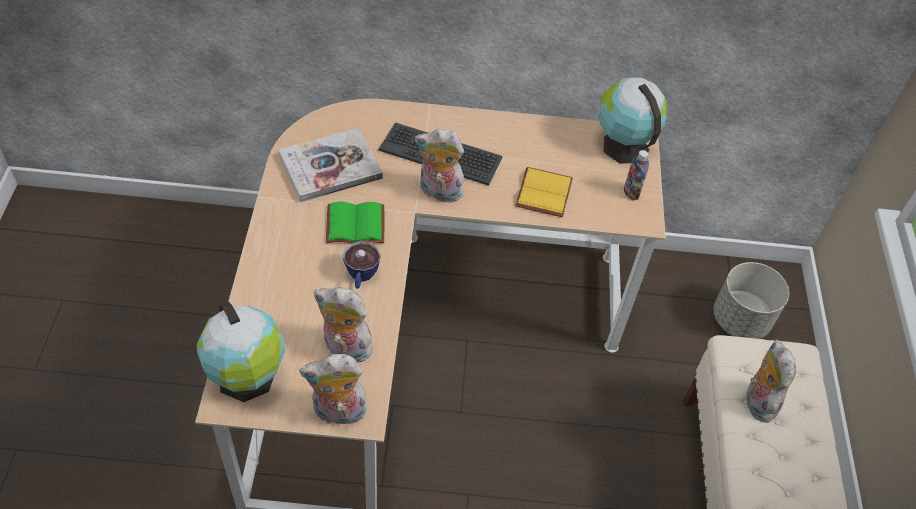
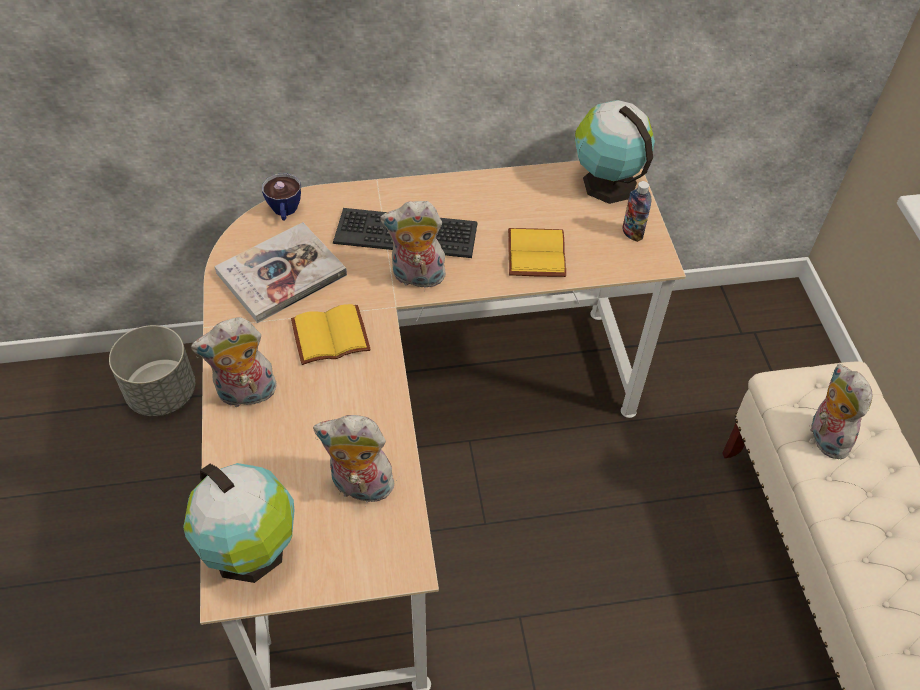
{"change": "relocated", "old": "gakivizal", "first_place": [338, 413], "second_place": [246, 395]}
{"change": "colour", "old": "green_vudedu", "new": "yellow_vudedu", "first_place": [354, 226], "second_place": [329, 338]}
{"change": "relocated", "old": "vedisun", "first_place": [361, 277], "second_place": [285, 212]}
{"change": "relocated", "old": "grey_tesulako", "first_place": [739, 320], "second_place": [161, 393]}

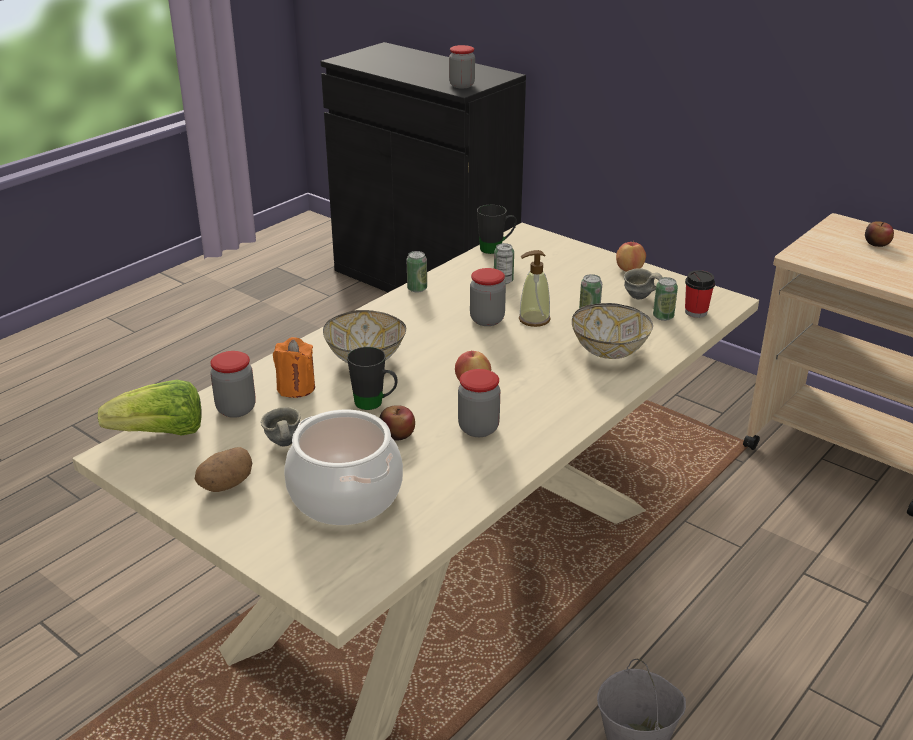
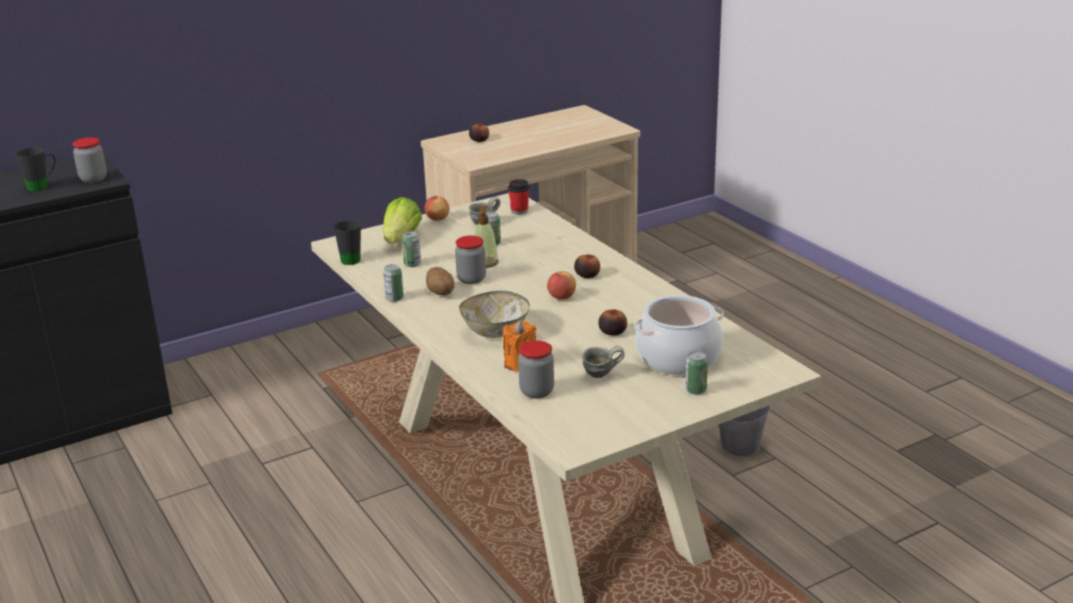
{"change": "relocated", "old": "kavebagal", "first_place": [161, 434], "second_place": [401, 238]}
{"change": "relocated", "old": "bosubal", "first_place": [225, 485], "second_place": [441, 293]}
{"change": "relocated", "old": "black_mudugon", "first_place": [375, 404], "second_place": [42, 186]}
{"change": "missing", "old": "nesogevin", "first_place": [478, 428]}
{"change": "missing", "old": "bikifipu", "first_place": [609, 350]}
{"change": "relocated", "old": "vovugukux", "first_place": [663, 316], "second_place": [695, 390]}
{"change": "appeared", "new": "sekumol", "second_place": [587, 275]}

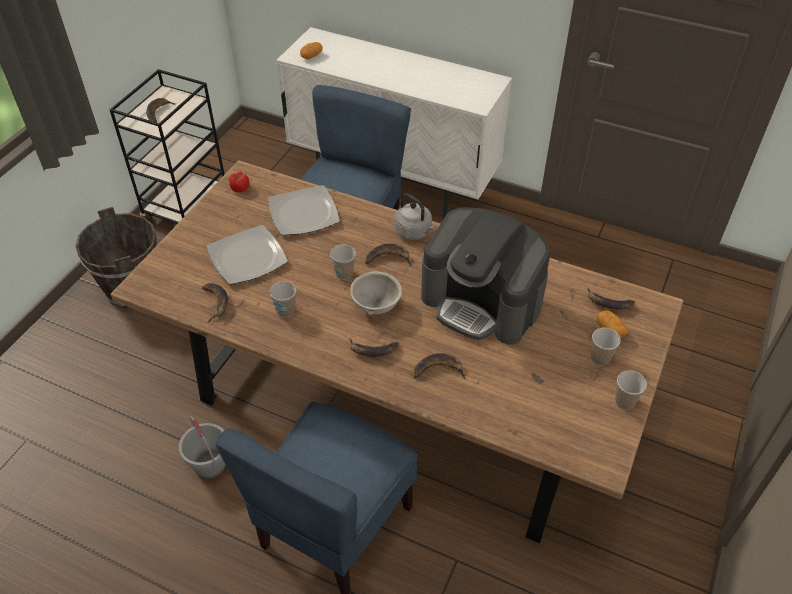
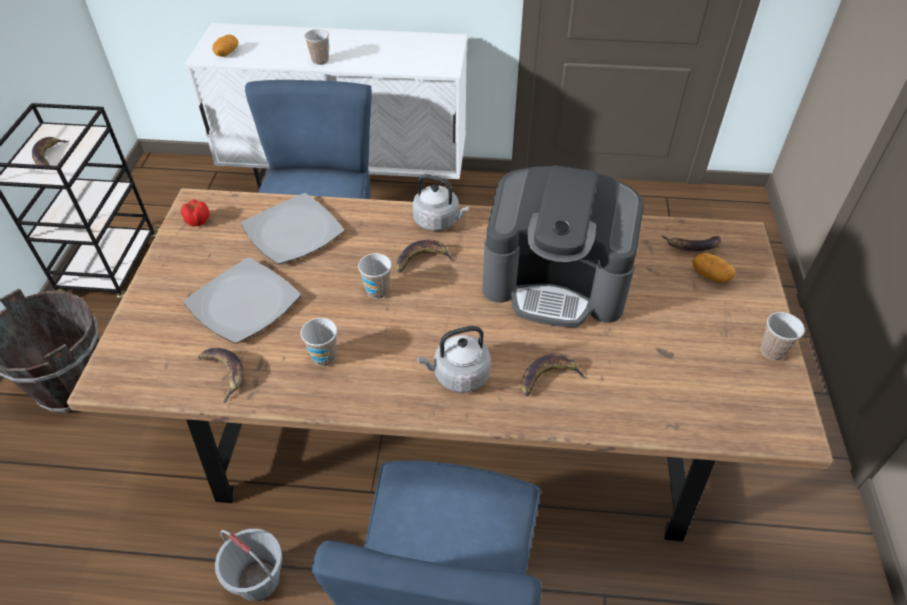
{"change": "exchanged", "old": "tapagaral", "new": "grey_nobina", "first_place": [373, 350], "second_place": [458, 376]}
{"change": "missing", "old": "grey_bikifipu", "first_place": [377, 306]}
{"change": "relocated", "old": "vedisun", "first_place": [600, 358], "second_place": [320, 61]}

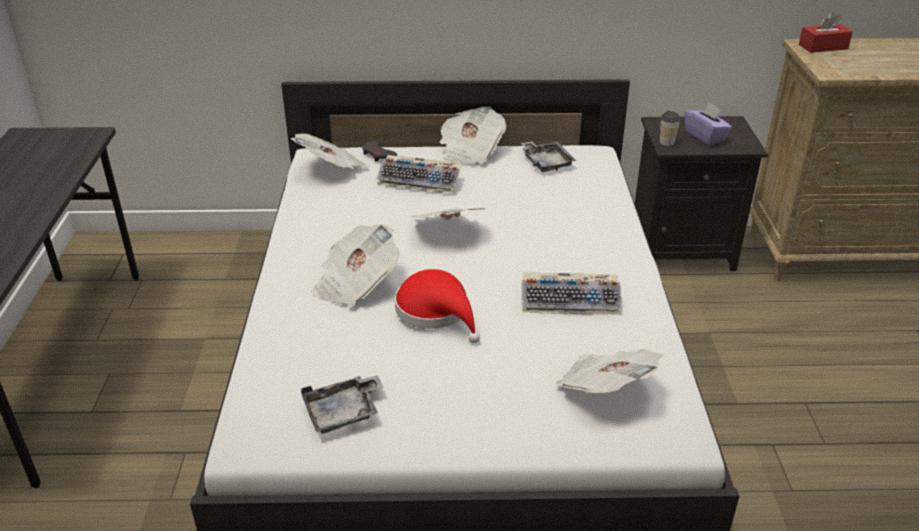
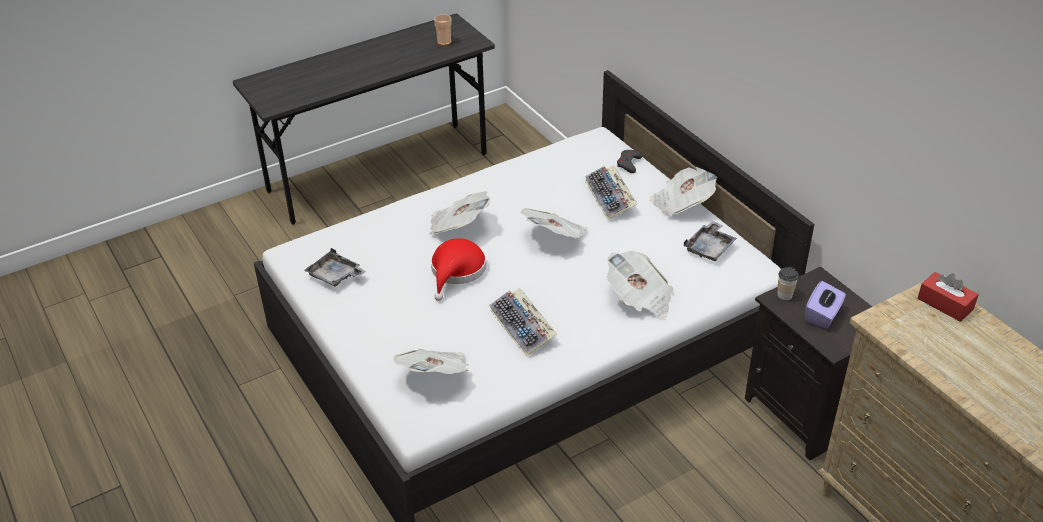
{"change": "relocated", "old": "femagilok", "first_place": [332, 169], "second_place": [640, 298]}
{"change": "appeared", "new": "vedisun", "second_place": [444, 42]}

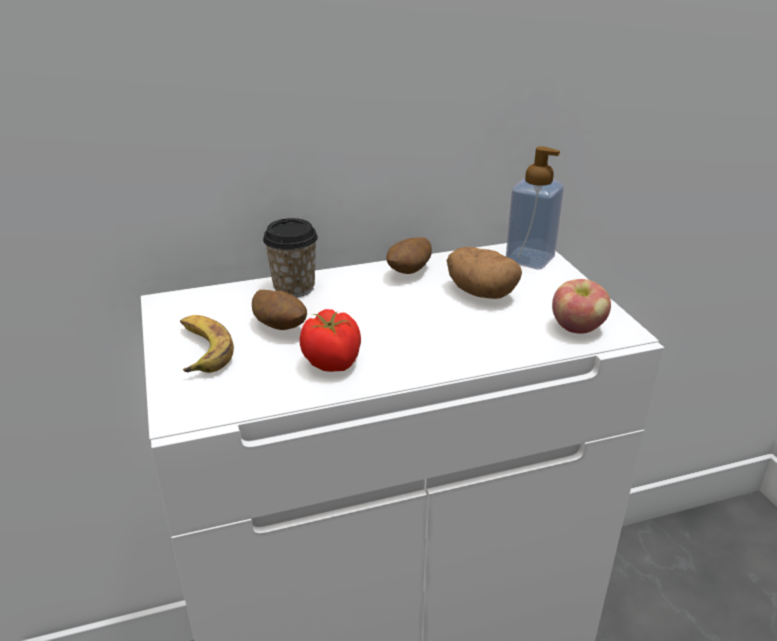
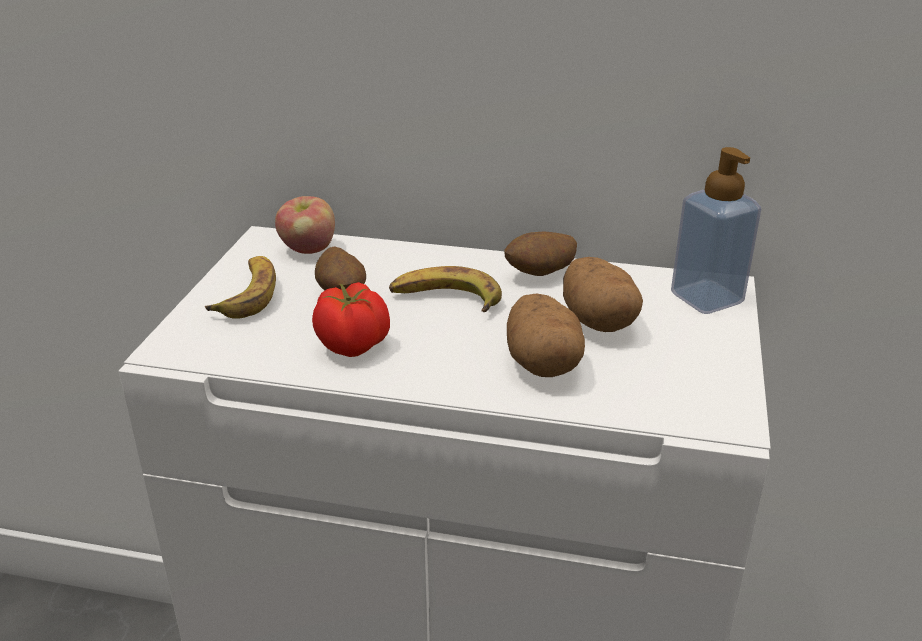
{"change": "missing", "old": "vedisun", "first_place": [294, 288]}
{"change": "relocated", "old": "sekumol", "first_place": [577, 328], "second_place": [308, 249]}
{"change": "appeared", "new": "tapagaral", "second_place": [445, 299]}
{"change": "appeared", "new": "bosubal", "second_place": [542, 363]}

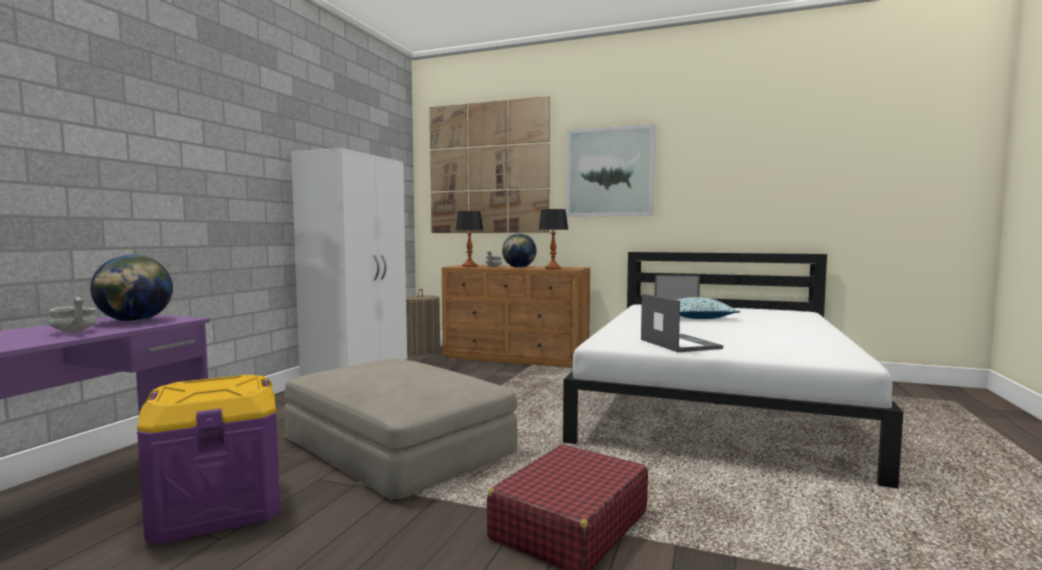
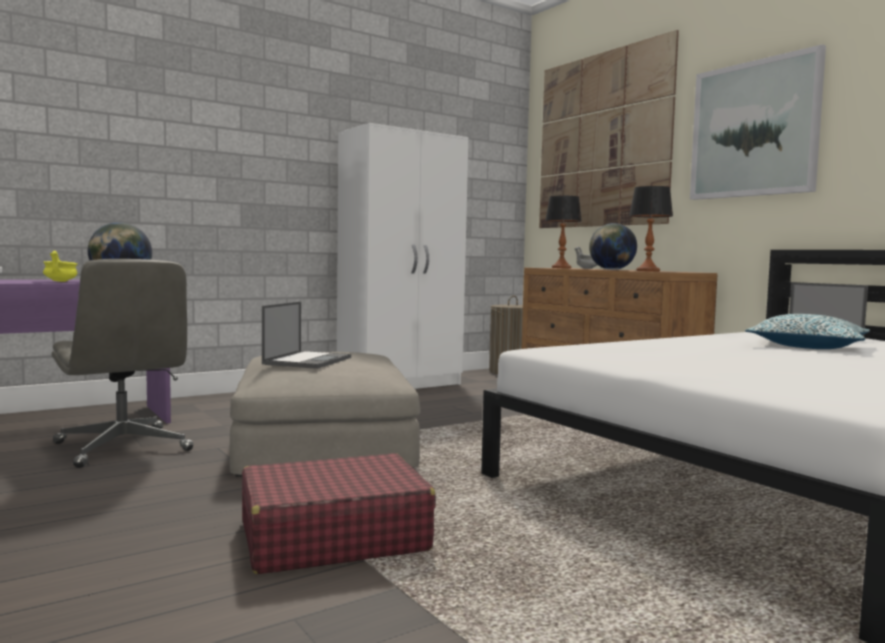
{"change": "colour", "old": "grey_bikifipu", "new": "yellow_bikifipu", "first_place": [75, 332], "second_place": [61, 281]}
{"change": "exchanged", "old": "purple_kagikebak", "new": "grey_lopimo", "first_place": [217, 507], "second_place": [123, 447]}
{"change": "relocated", "old": "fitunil", "first_place": [679, 344], "second_place": [308, 361]}

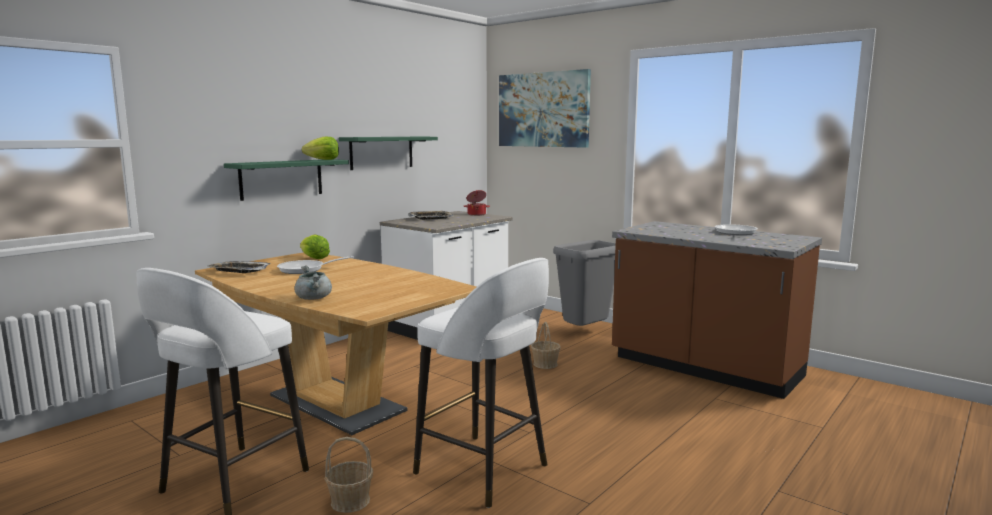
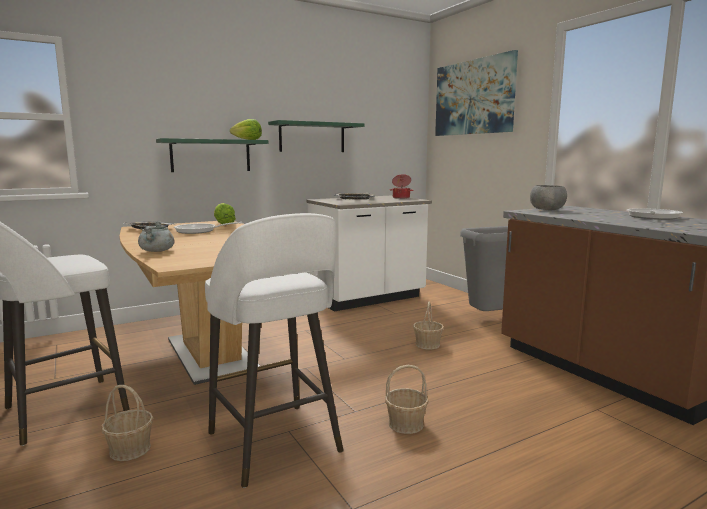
{"change": "appeared", "new": "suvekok", "second_place": [406, 424]}
{"change": "appeared", "new": "grey_bikifipu", "second_place": [546, 210]}

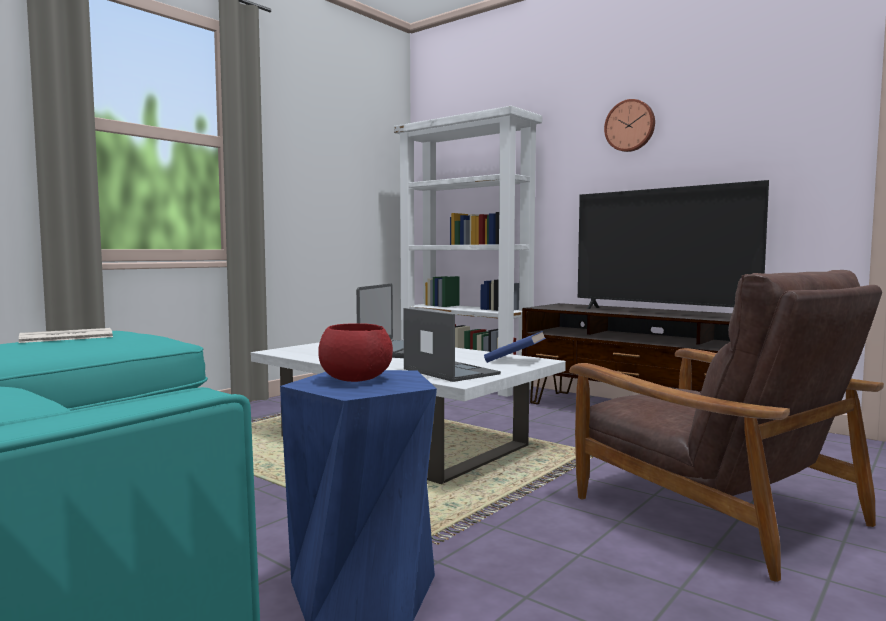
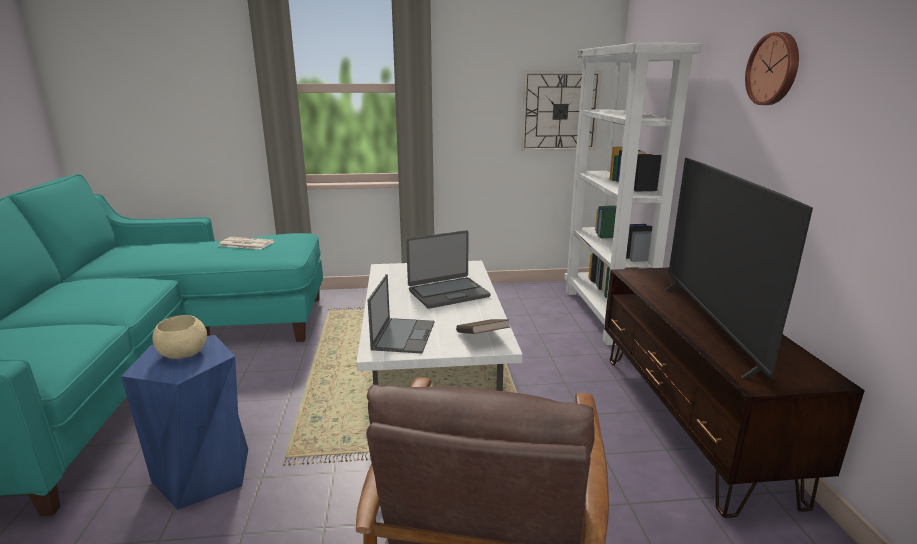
{"change": "colour", "old": "red_bikifipu", "new": "beige_bikifipu", "first_place": [356, 380], "second_place": [182, 354]}
{"change": "colour", "old": "blue_vudedu", "new": "brown_vudedu", "first_place": [514, 361], "second_place": [482, 338]}
{"change": "appeared", "new": "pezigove", "second_place": [560, 111]}

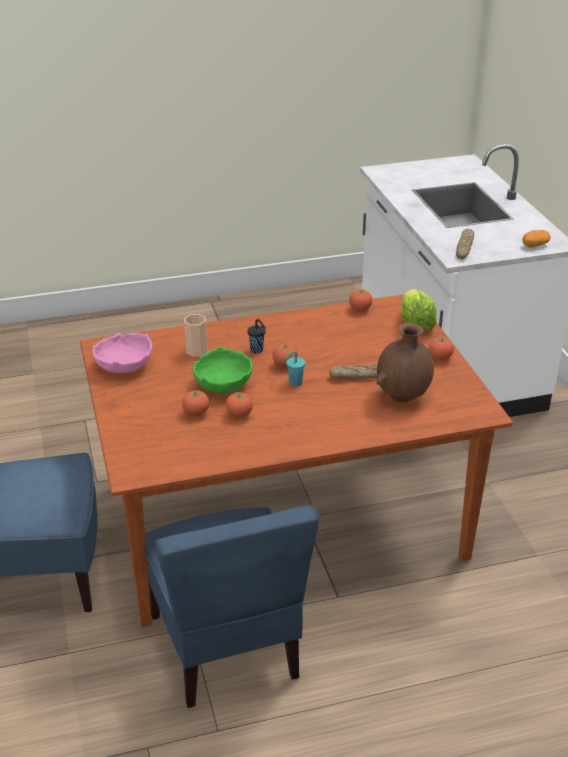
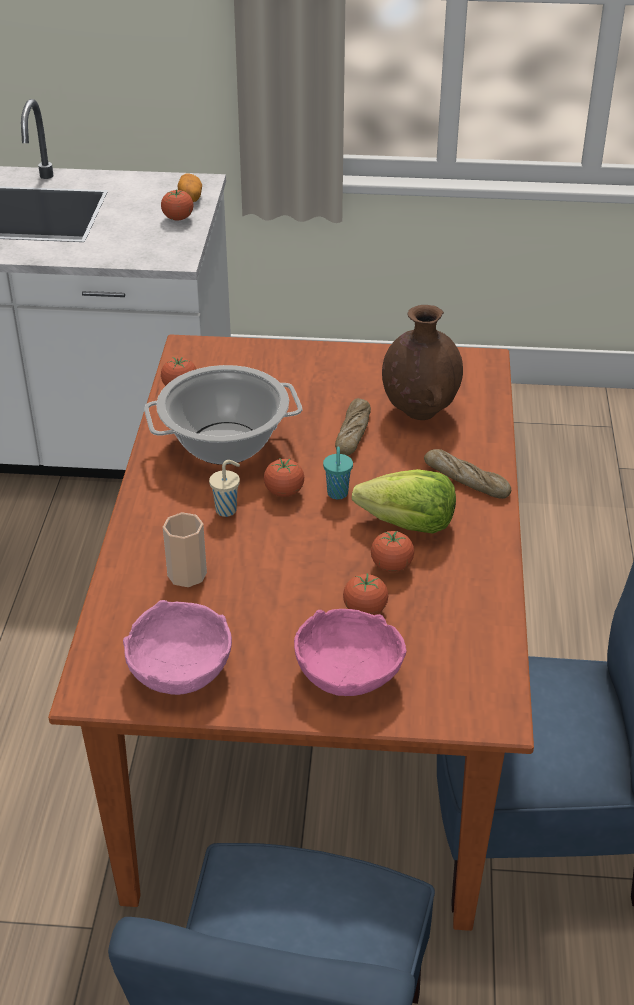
{"change": "missing", "old": "green_bikifipu", "first_place": [222, 385]}
{"change": "colour", "old": "black_vedisun", "new": "beige_vedisun", "first_place": [257, 350], "second_place": [227, 510]}
{"change": "relocated", "old": "kavebagal", "first_place": [415, 324], "second_place": [408, 524]}
{"change": "relocated", "old": "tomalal", "first_place": [440, 358], "second_place": [178, 218]}
{"change": "relocated", "old": "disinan", "first_place": [464, 248], "second_place": [466, 480]}
{"change": "appeared", "new": "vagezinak", "second_place": [224, 444]}
{"change": "appeared", "new": "pink_bikifipu", "second_place": [347, 672]}

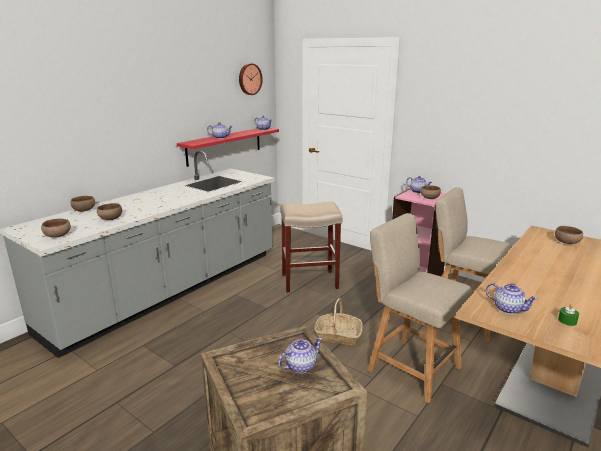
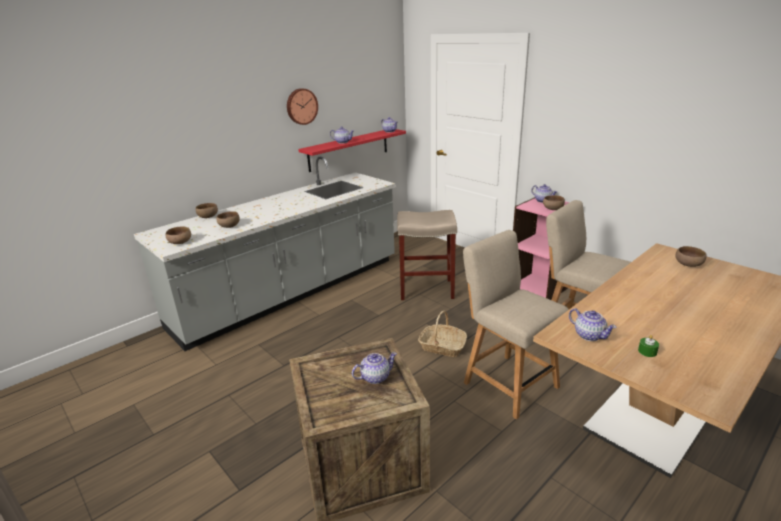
{"change": "relocated", "old": "pezigove", "first_place": [249, 79], "second_place": [301, 106]}

